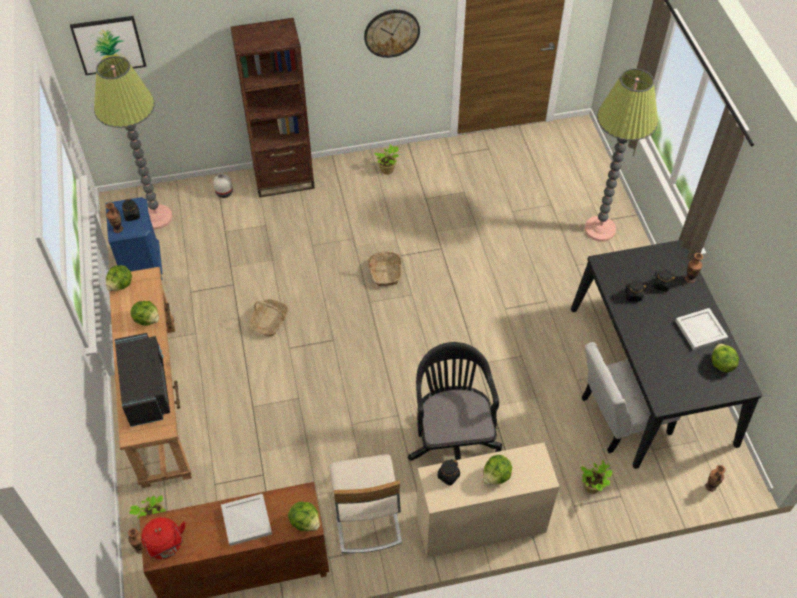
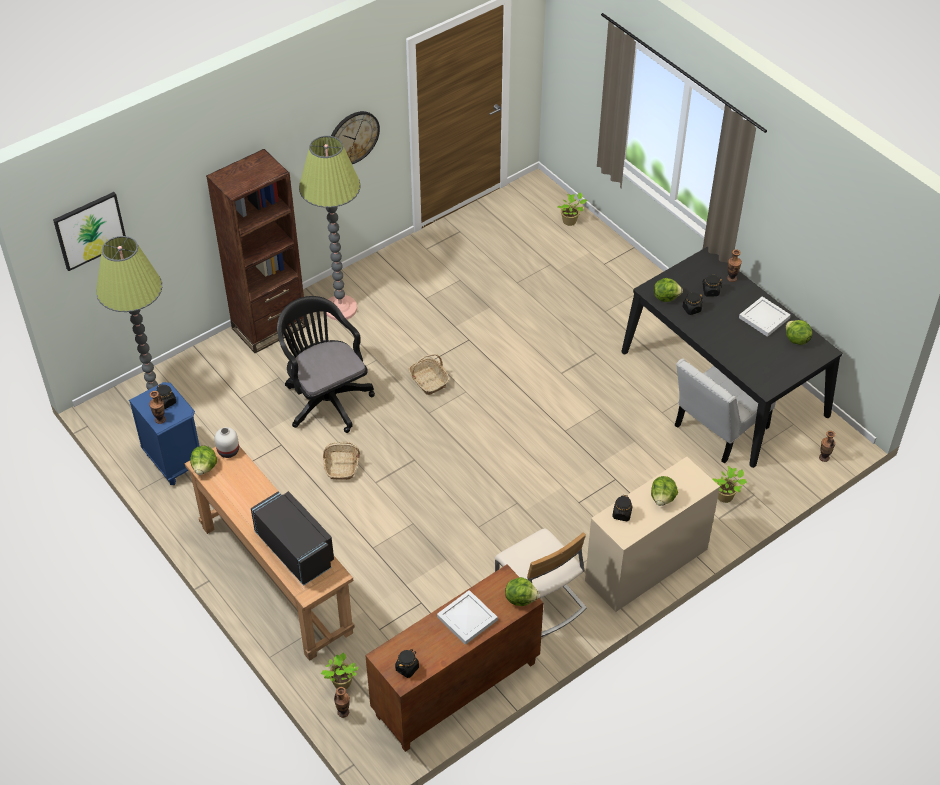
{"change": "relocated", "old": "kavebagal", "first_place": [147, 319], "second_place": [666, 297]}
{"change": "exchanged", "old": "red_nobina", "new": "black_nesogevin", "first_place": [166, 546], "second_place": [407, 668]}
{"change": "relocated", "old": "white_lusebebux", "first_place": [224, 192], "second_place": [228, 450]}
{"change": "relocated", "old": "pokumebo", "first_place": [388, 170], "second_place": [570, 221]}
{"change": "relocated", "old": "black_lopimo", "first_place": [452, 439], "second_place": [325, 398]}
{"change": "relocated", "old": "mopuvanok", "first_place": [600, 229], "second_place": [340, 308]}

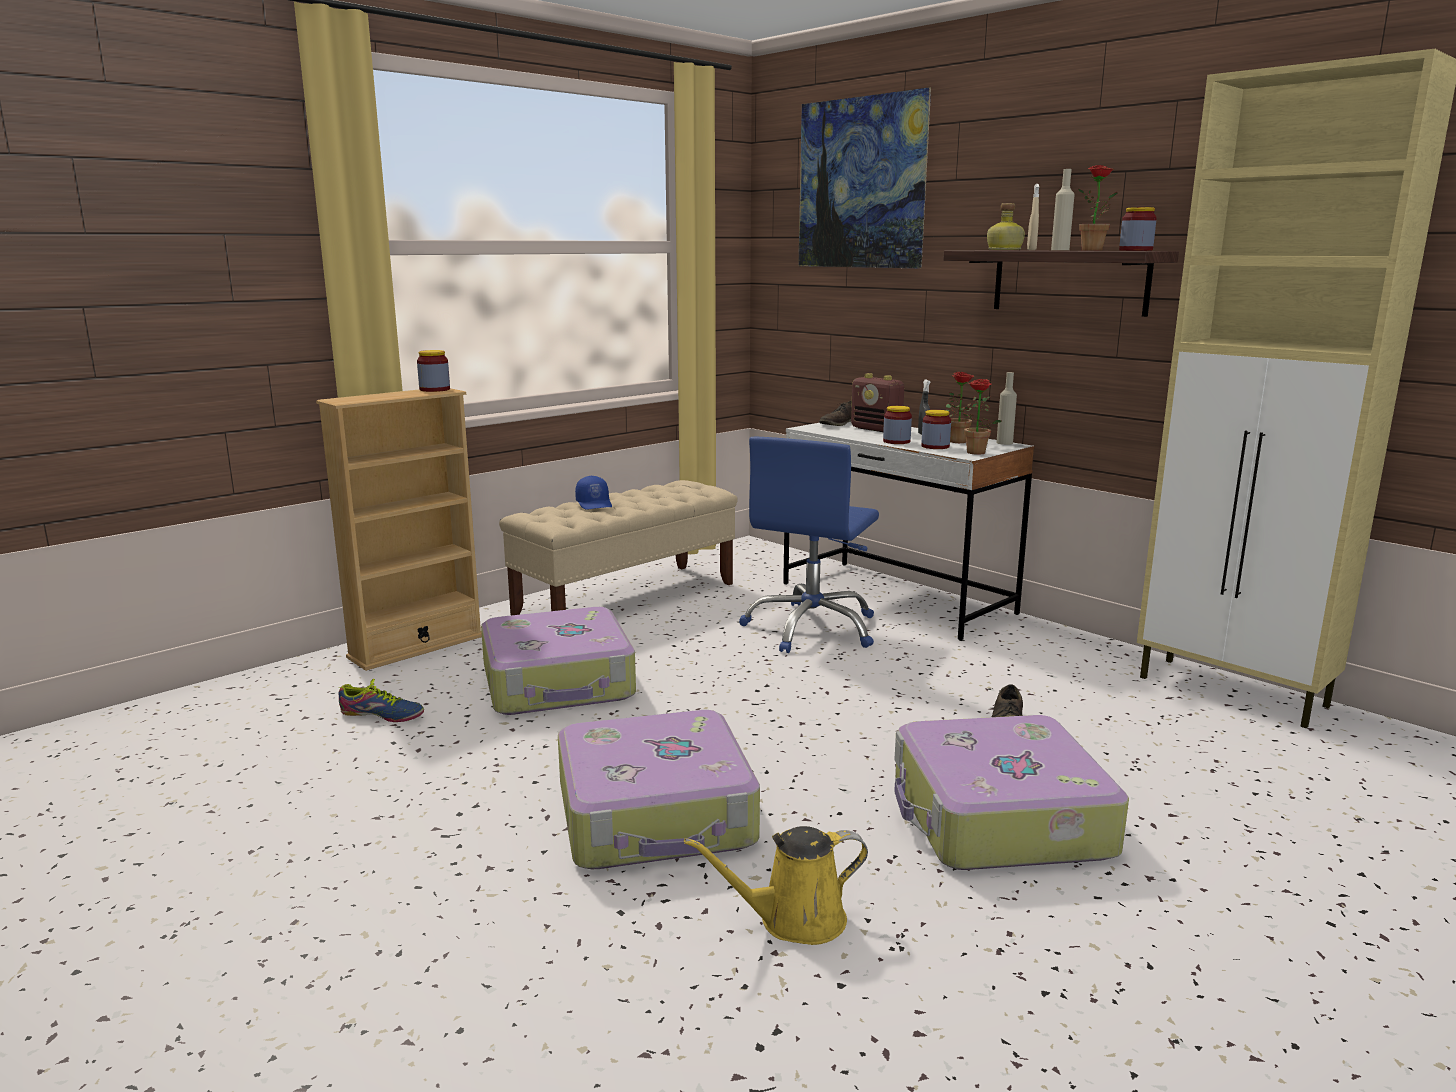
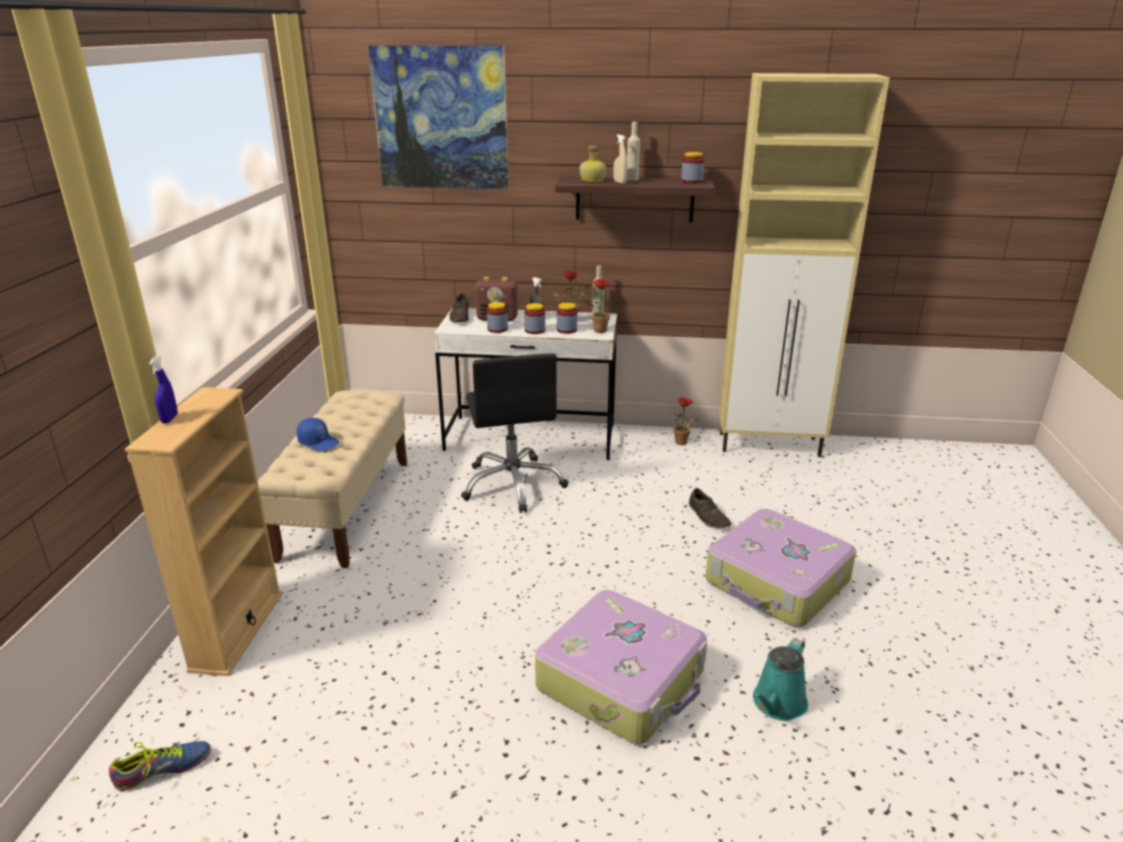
{"change": "relocated", "old": "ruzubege", "first_place": [382, 714], "second_place": [163, 769]}
{"change": "relocated", "old": "nesogevin", "first_place": [434, 389], "second_place": [497, 329]}
{"change": "missing", "old": "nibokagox", "first_place": [559, 682]}
{"change": "colour", "old": "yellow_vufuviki", "new": "turquoise_vufuviki", "first_place": [793, 920], "second_place": [777, 704]}
{"change": "colour", "old": "blue_lopimo", "new": "black_lopimo", "first_place": [812, 628], "second_place": [513, 484]}
{"change": "relocated", "old": "pokumebo", "first_place": [1095, 250], "second_place": [683, 442]}
{"change": "appeared", "new": "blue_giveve", "second_place": [169, 419]}

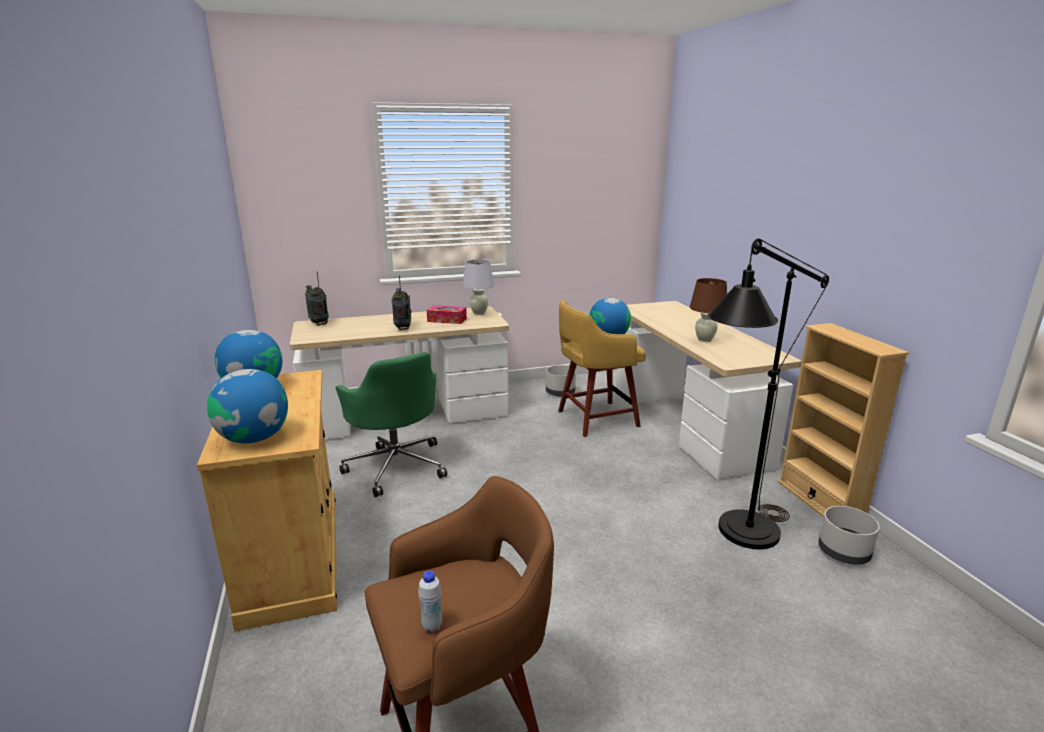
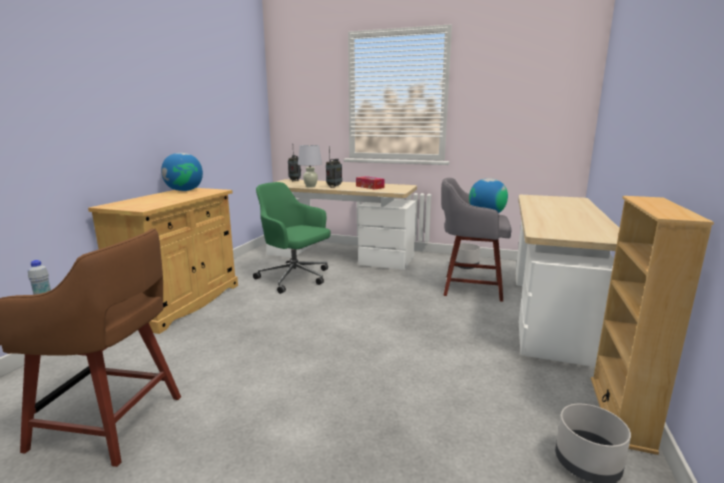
{"change": "missing", "old": "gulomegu", "first_place": [254, 438]}
{"change": "spun", "old": "green_lopimo", "first_place": [396, 465], "second_place": [295, 278], "degrees": 120}
{"change": "relocated", "old": "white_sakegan", "first_place": [479, 313], "second_place": [310, 186]}
{"change": "colour", "old": "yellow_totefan", "new": "grey_totefan", "first_place": [595, 419], "second_place": [469, 287]}
{"change": "missing", "old": "brown_sakegan", "first_place": [704, 340]}
{"change": "missing", "old": "black_mopuvanok", "first_place": [738, 537]}

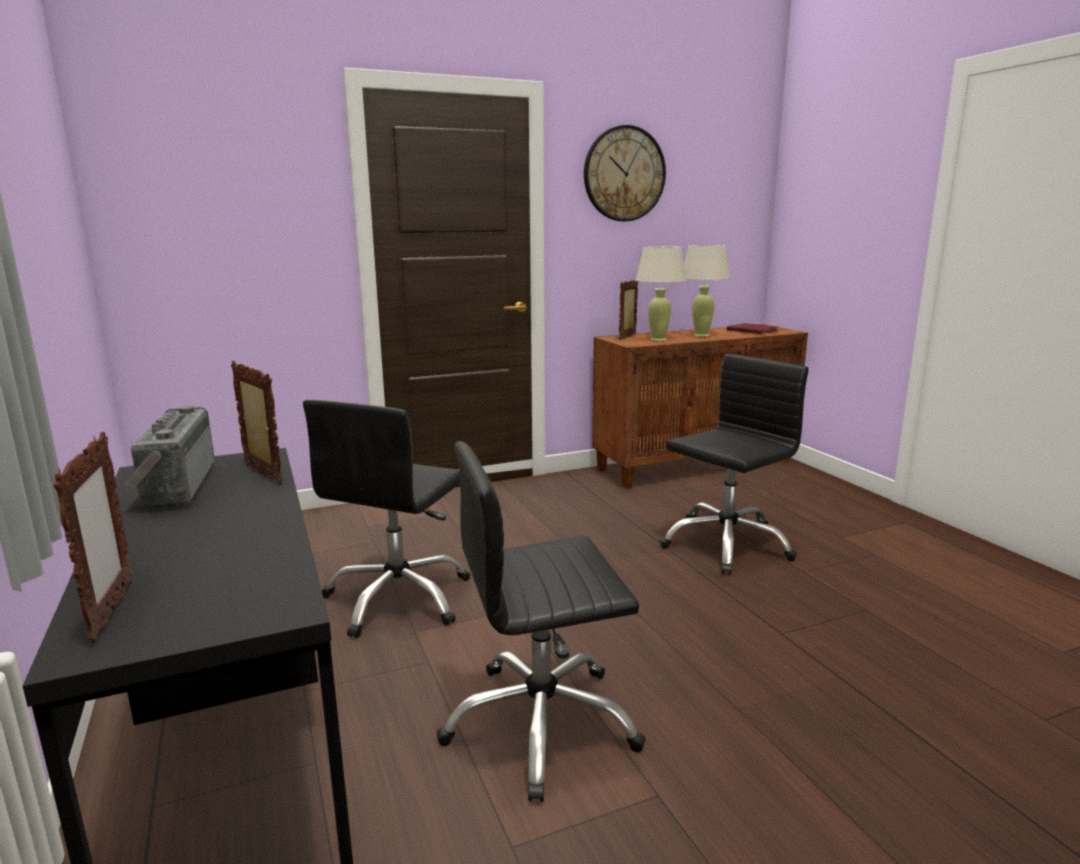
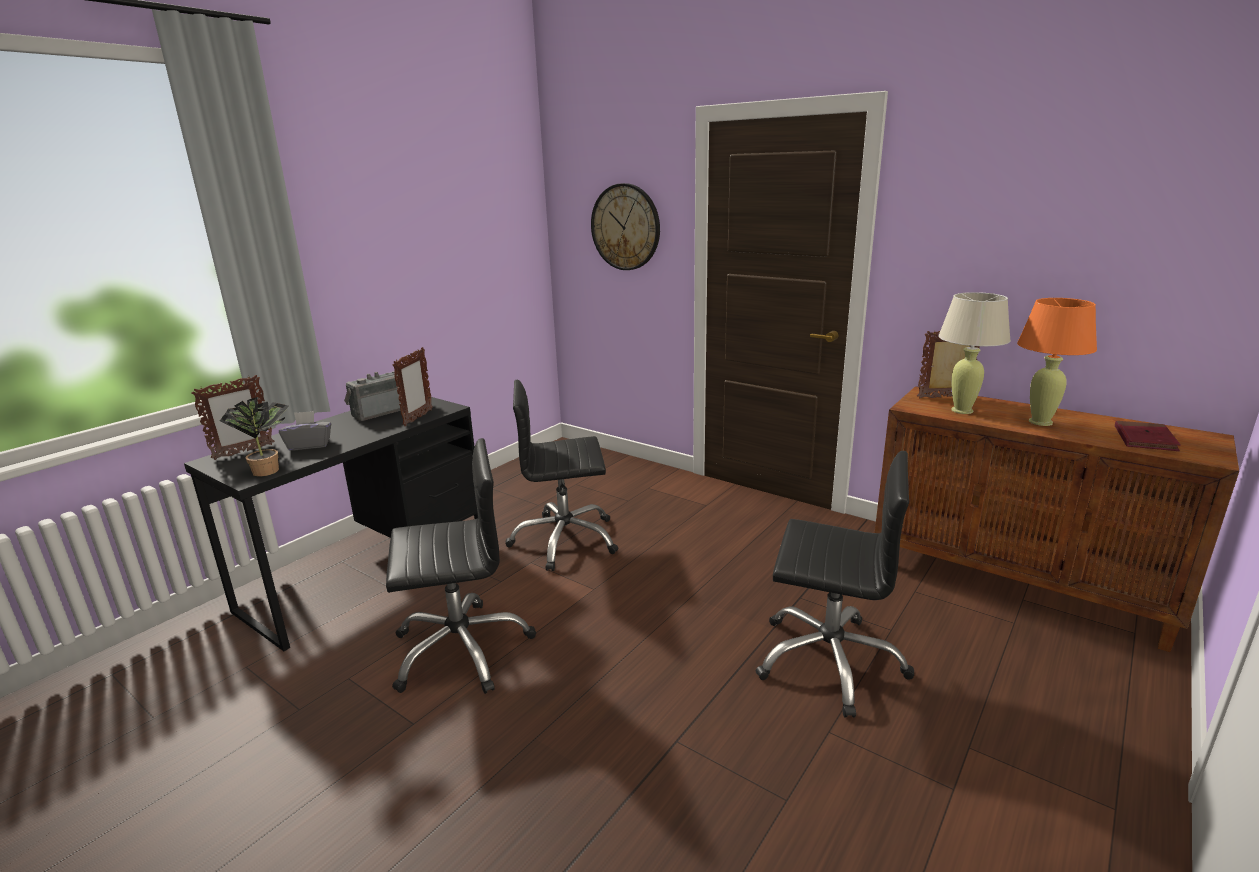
{"change": "spun", "old": "black_lopimo", "first_place": [541, 724], "second_place": [461, 649], "degrees": 120}
{"change": "relocated", "old": "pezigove", "first_place": [624, 174], "second_place": [625, 227]}
{"change": "colour", "old": "beige_sakegan", "new": "orange_sakegan", "first_place": [701, 335], "second_place": [1040, 422]}
{"change": "appeared", "new": "pokumebo", "second_place": [268, 469]}
{"change": "appeared", "new": "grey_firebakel", "second_place": [309, 445]}

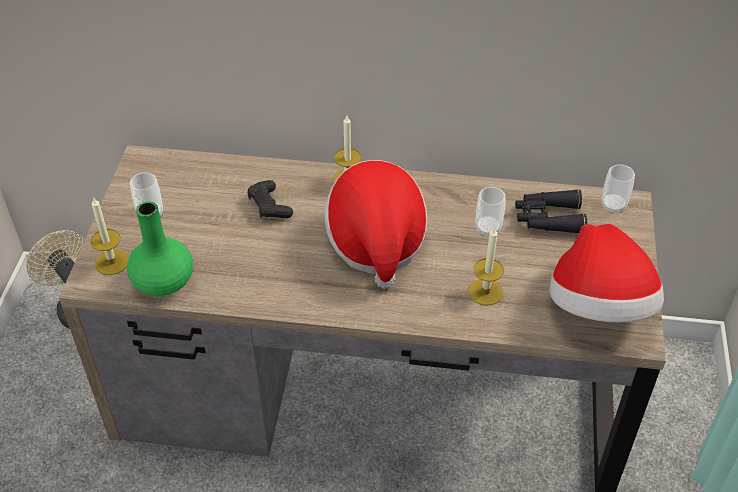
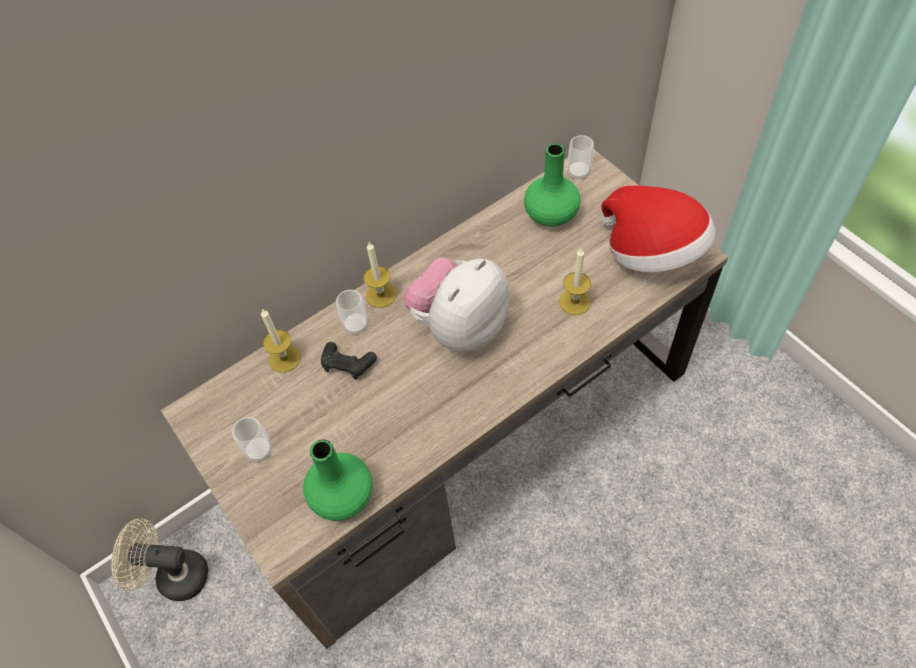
{"change": "relocated", "old": "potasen", "first_place": [112, 262], "second_place": [284, 358]}
{"change": "exchanged", "old": "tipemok", "new": "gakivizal", "first_place": [376, 242], "second_place": [460, 326]}
{"change": "relocated", "old": "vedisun", "first_place": [488, 229], "second_place": [356, 326]}
{"change": "exchanged", "old": "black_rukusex", "new": "green_lusebebux", "first_place": [548, 218], "second_place": [550, 214]}

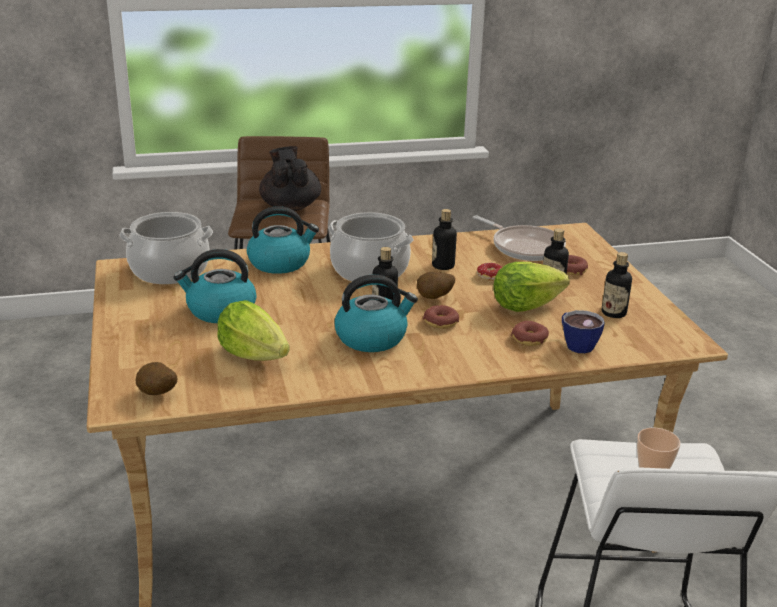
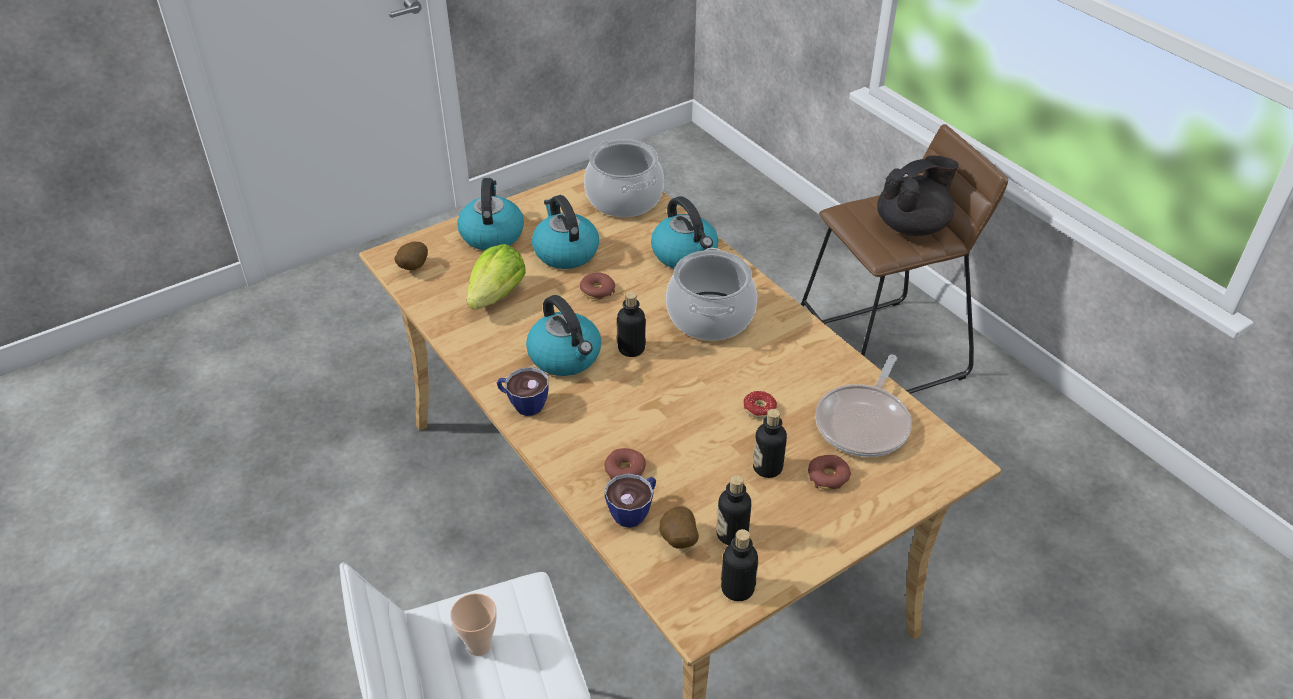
{"change": "relocated", "old": "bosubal", "first_place": [434, 298], "second_place": [678, 541]}
{"change": "relocated", "old": "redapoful", "first_place": [441, 322], "second_place": [597, 291]}
{"change": "relocated", "old": "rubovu", "first_place": [443, 266], "second_place": [737, 588]}
{"change": "missing", "old": "kavebagal", "first_place": [525, 306]}
{"change": "appeared", "new": "nobina", "second_place": [491, 234]}
{"change": "appeared", "new": "vedisun", "second_place": [523, 404]}

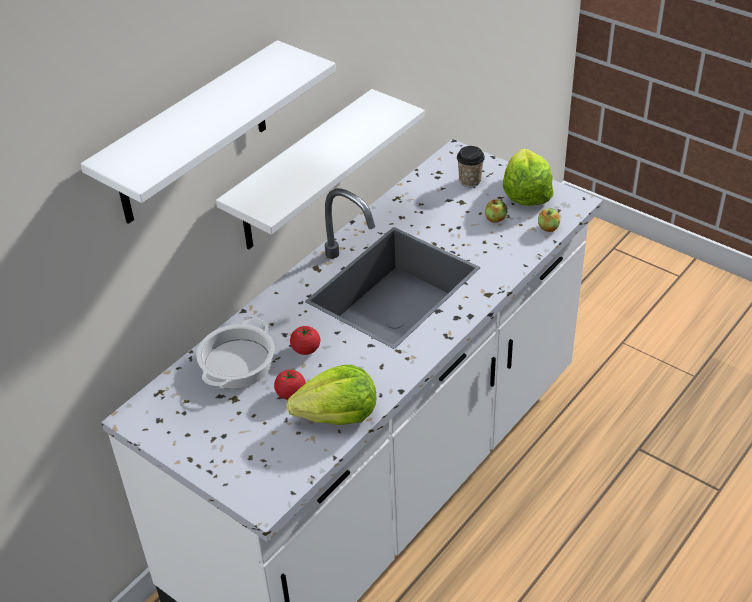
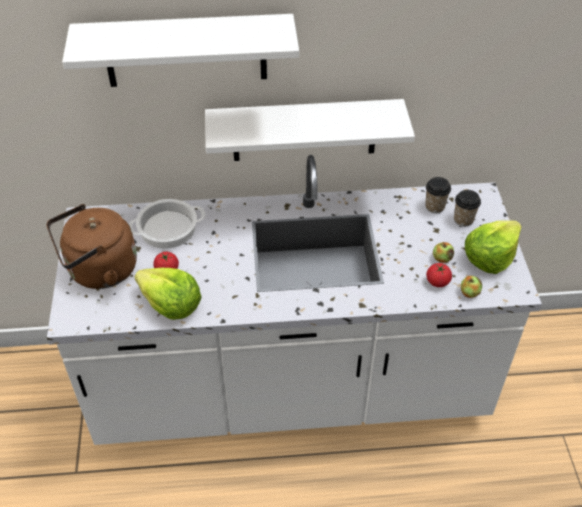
{"change": "relocated", "old": "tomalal", "first_place": [306, 349], "second_place": [437, 282]}
{"change": "appeared", "new": "brown_nobina", "second_place": [99, 271]}
{"change": "appeared", "new": "vedisun", "second_place": [434, 207]}

